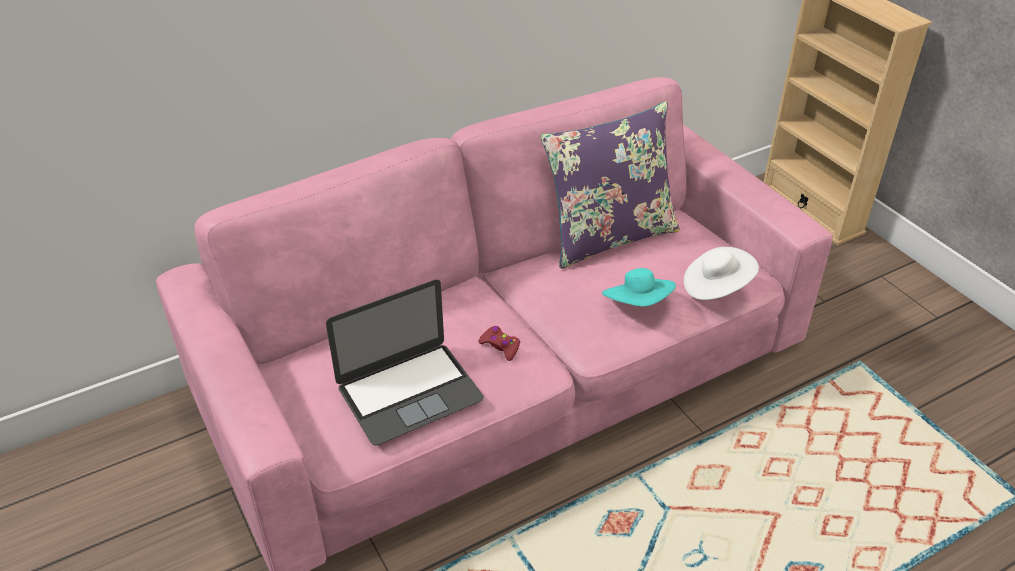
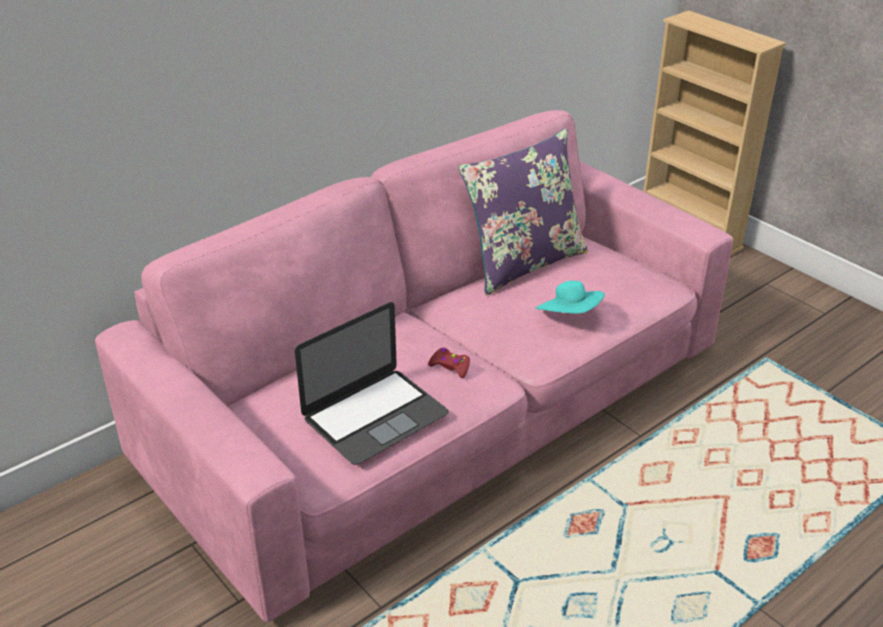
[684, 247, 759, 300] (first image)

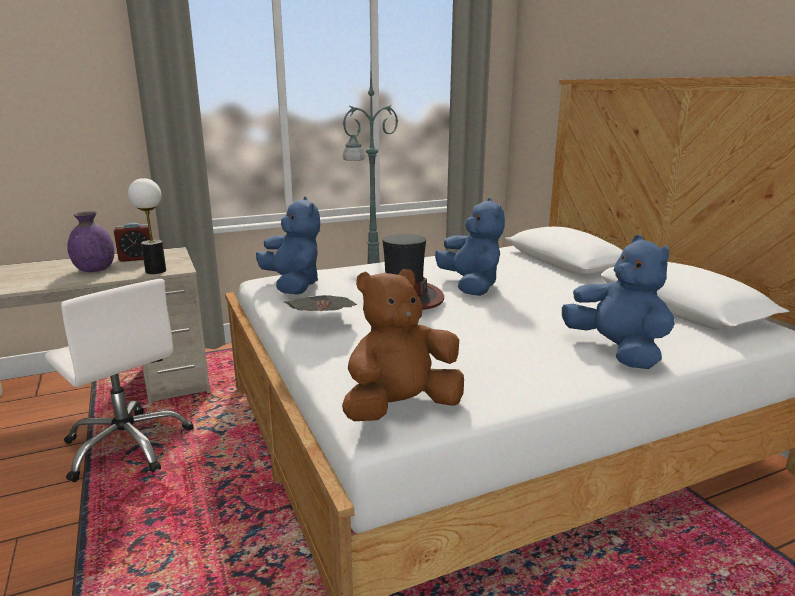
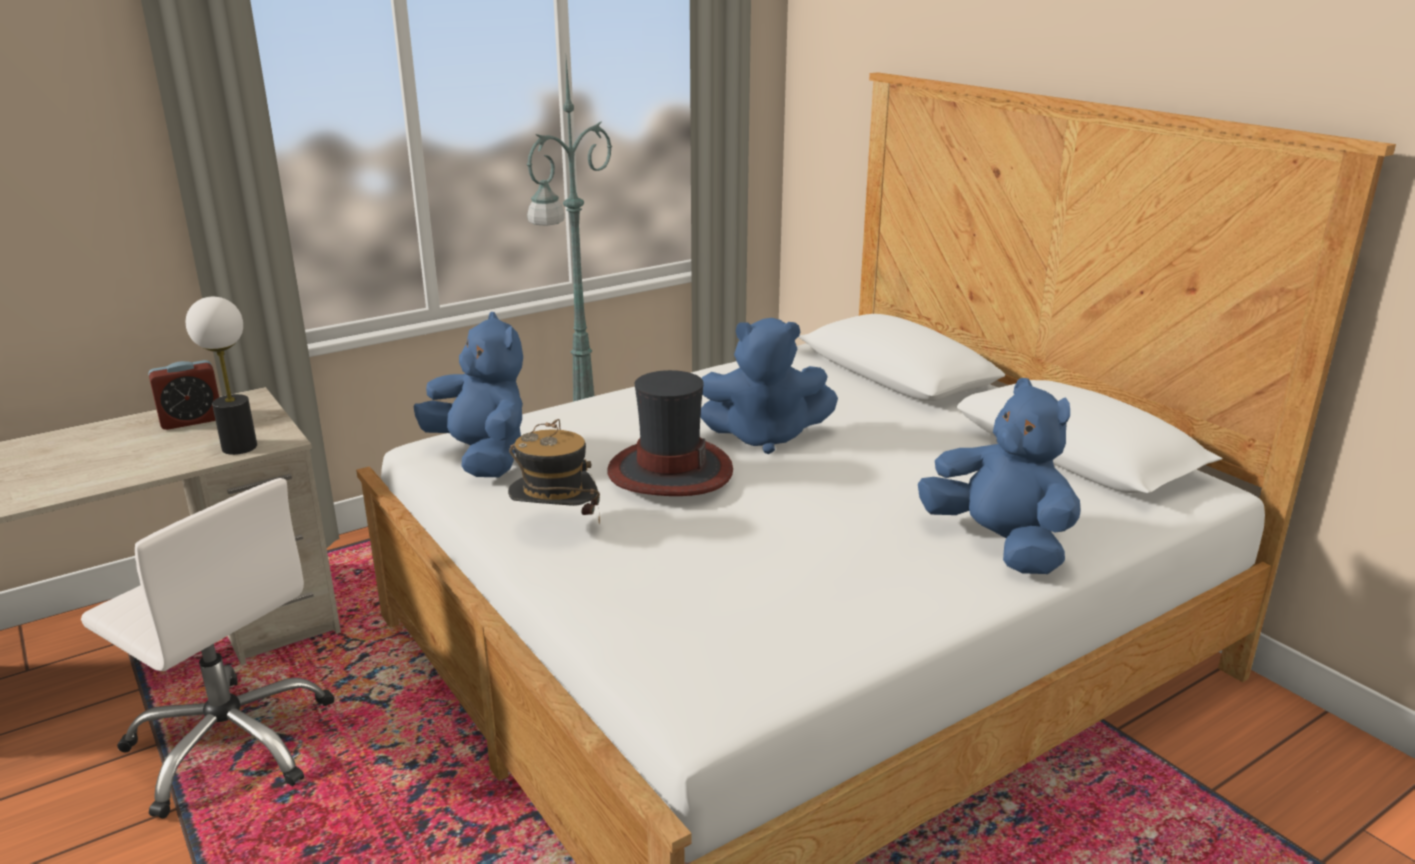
[700, 318, 838, 454]
[67, 211, 115, 272] (first image)
[342, 269, 464, 421] (first image)
[508, 419, 600, 524]

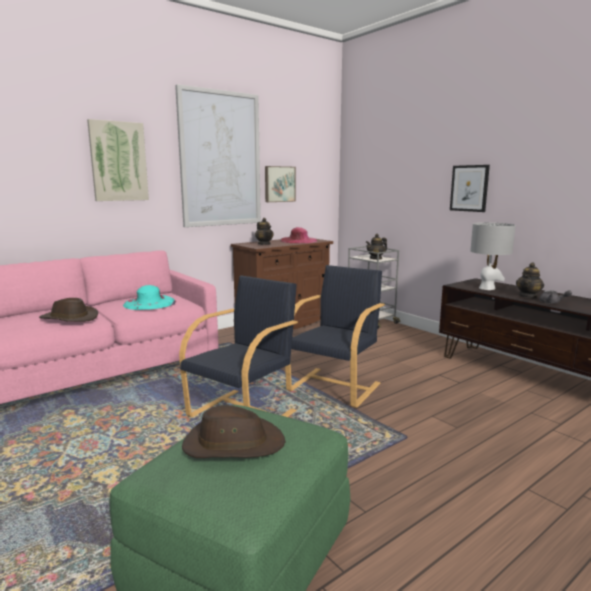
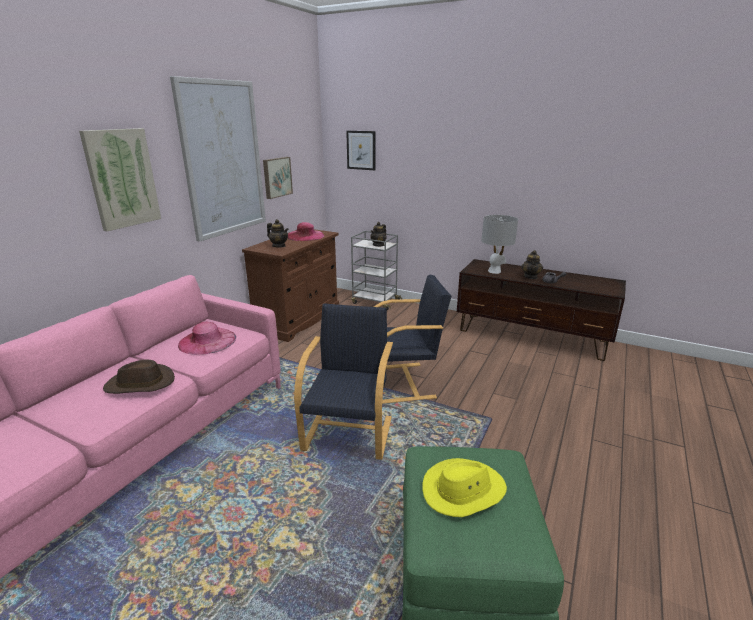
[346, 131, 376, 170]
[374, 275, 451, 404]
[178, 322, 236, 355]
[422, 458, 507, 517]

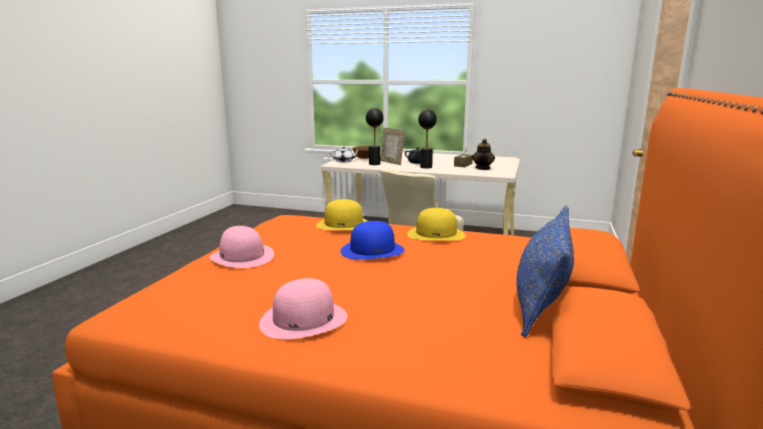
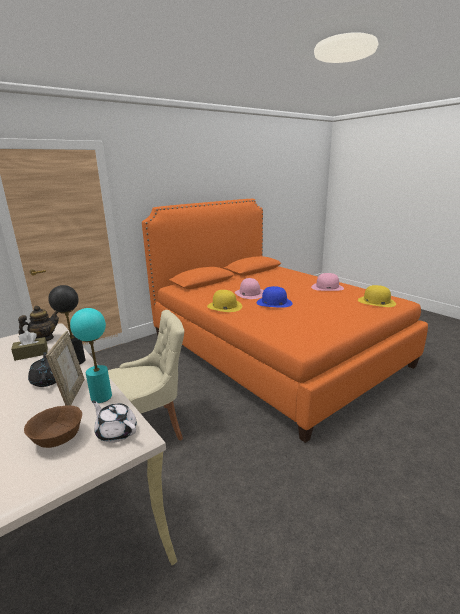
[70, 308, 112, 403]
[358, 285, 396, 307]
[516, 206, 574, 337] (first image)
[235, 278, 264, 299]

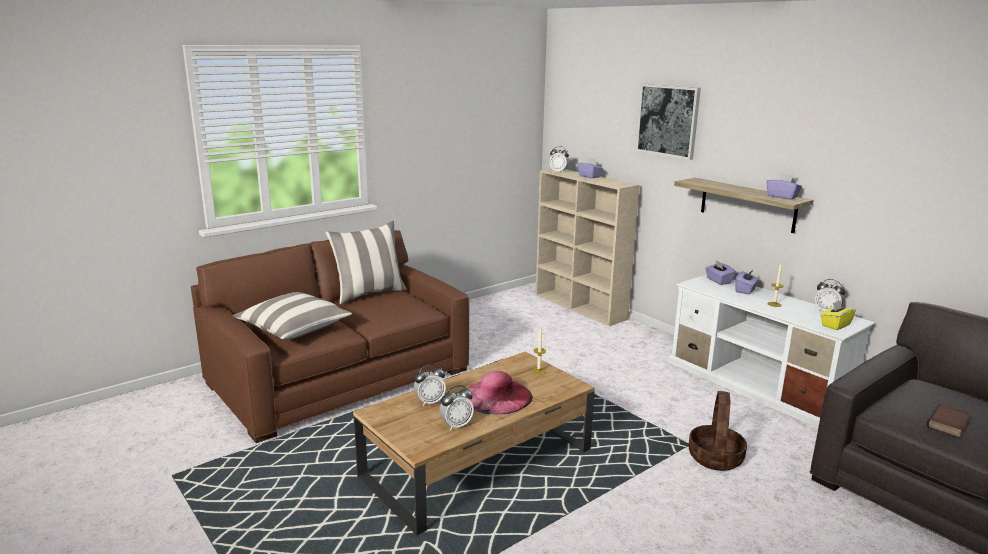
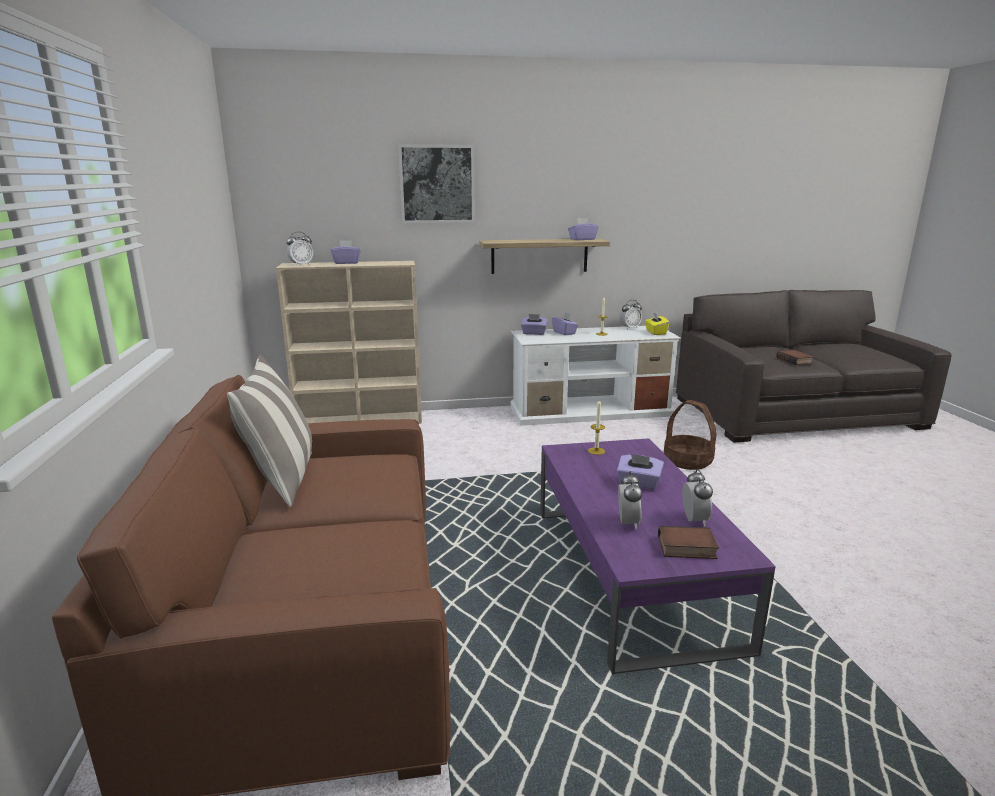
[233, 292, 352, 339] (first image)
[540, 438, 776, 674]
[617, 454, 664, 490]
[658, 526, 719, 559]

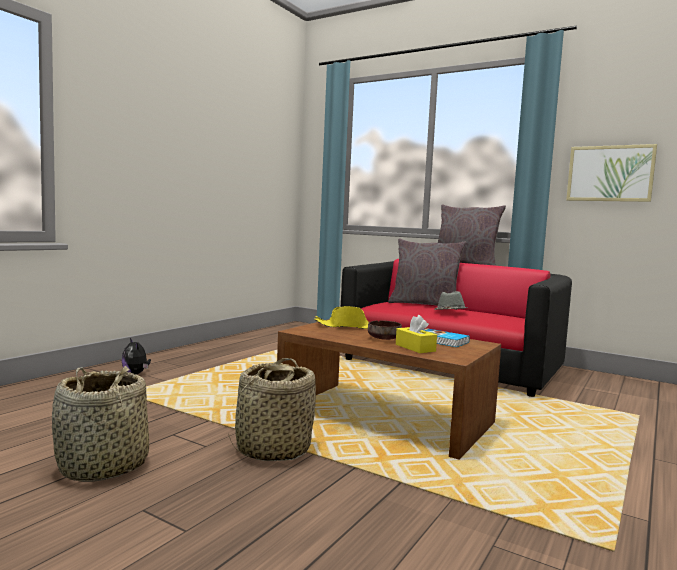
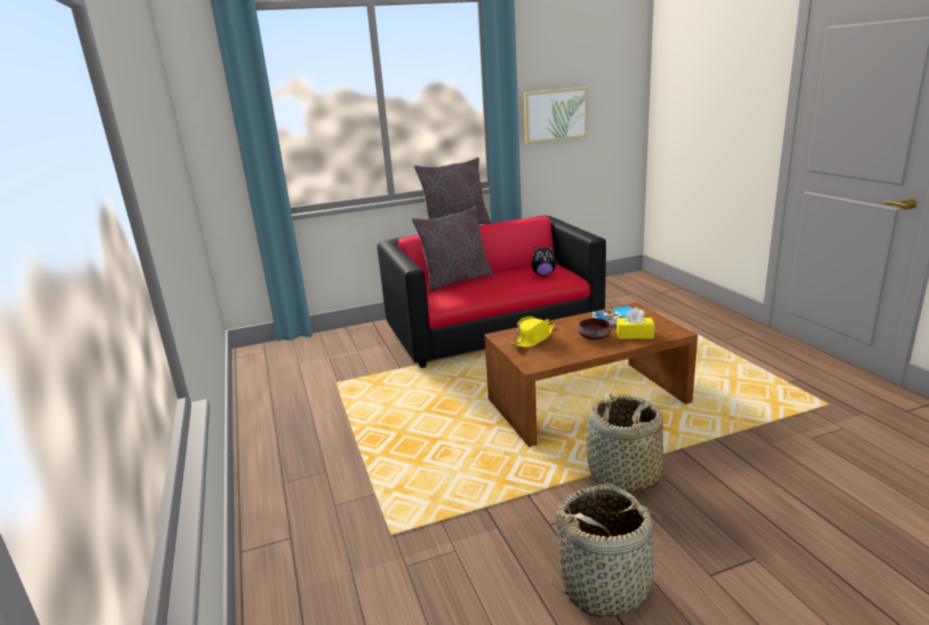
[434, 291, 468, 310] (first image)
[531, 245, 557, 276]

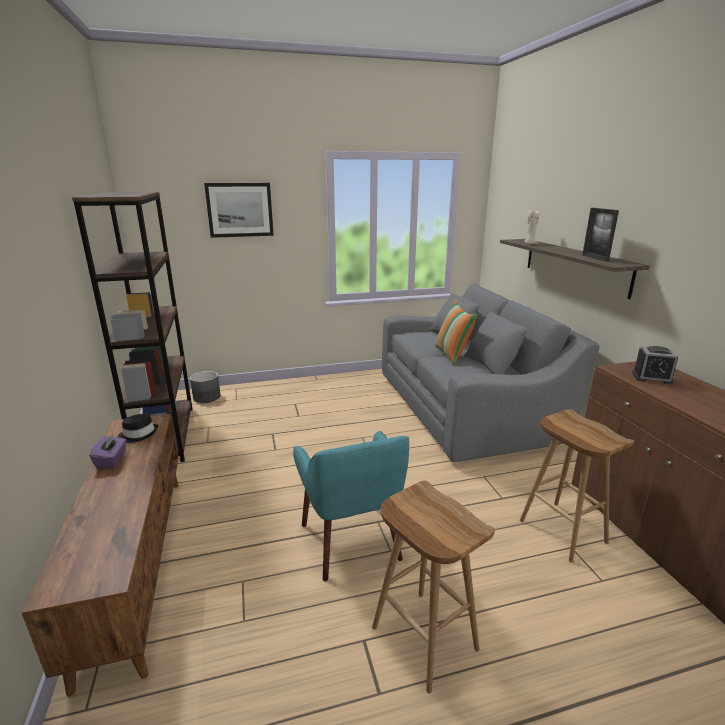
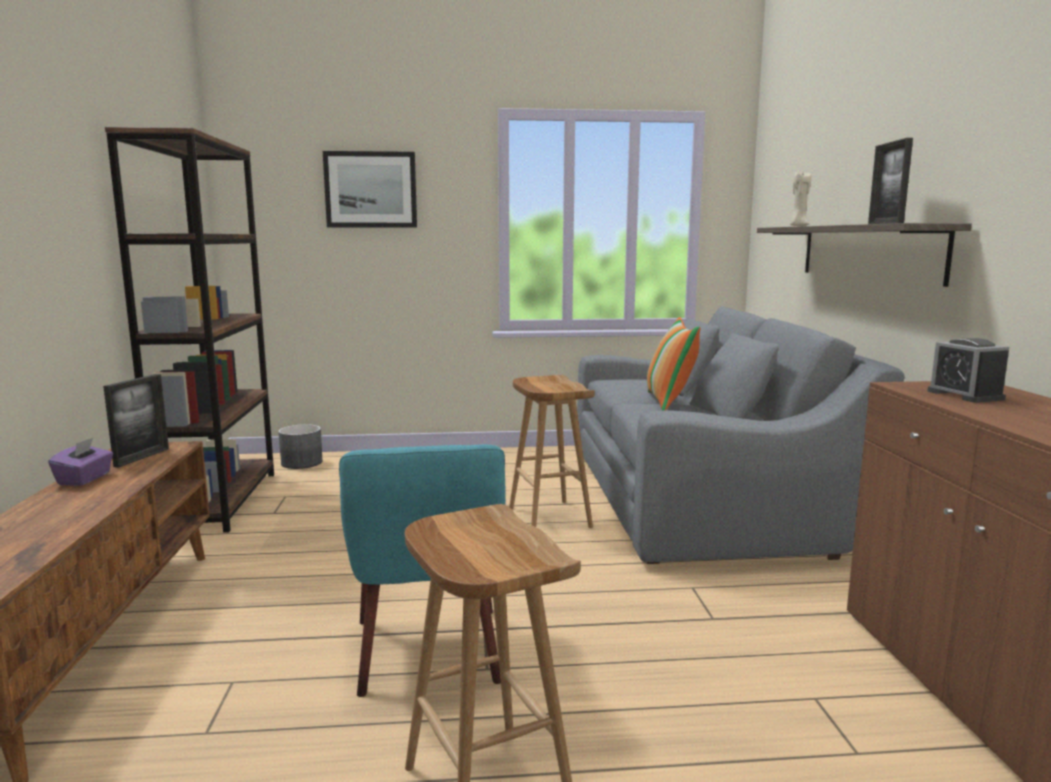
[928, 338, 1009, 403]
[509, 375, 595, 528]
[103, 374, 169, 468]

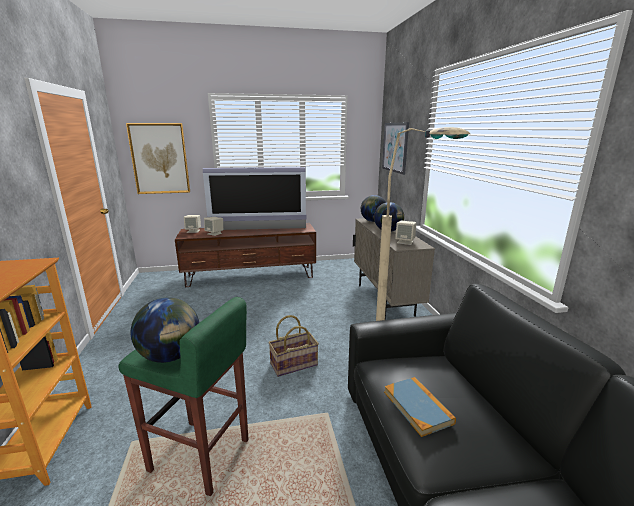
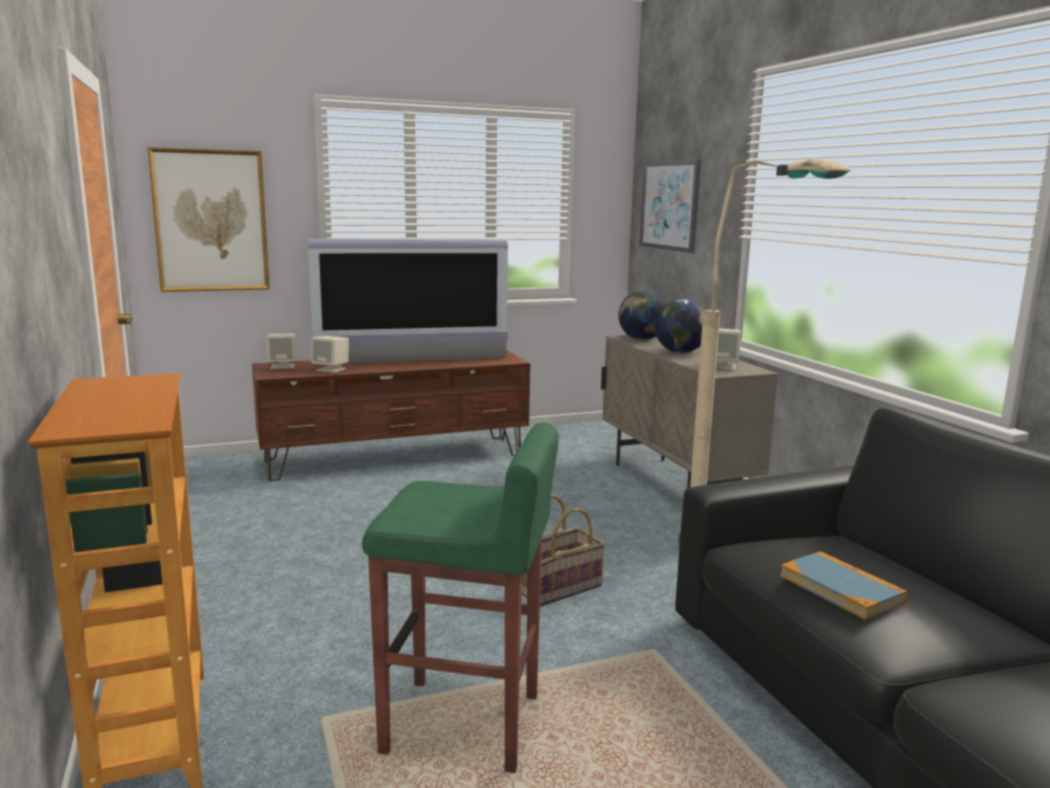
[131, 297, 199, 363] (first image)

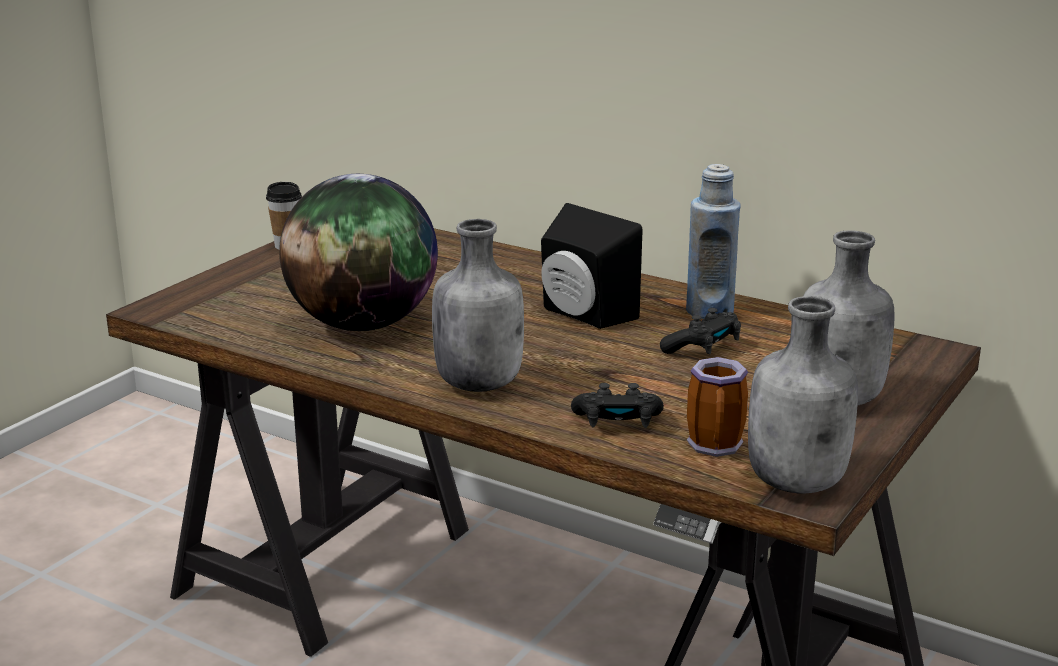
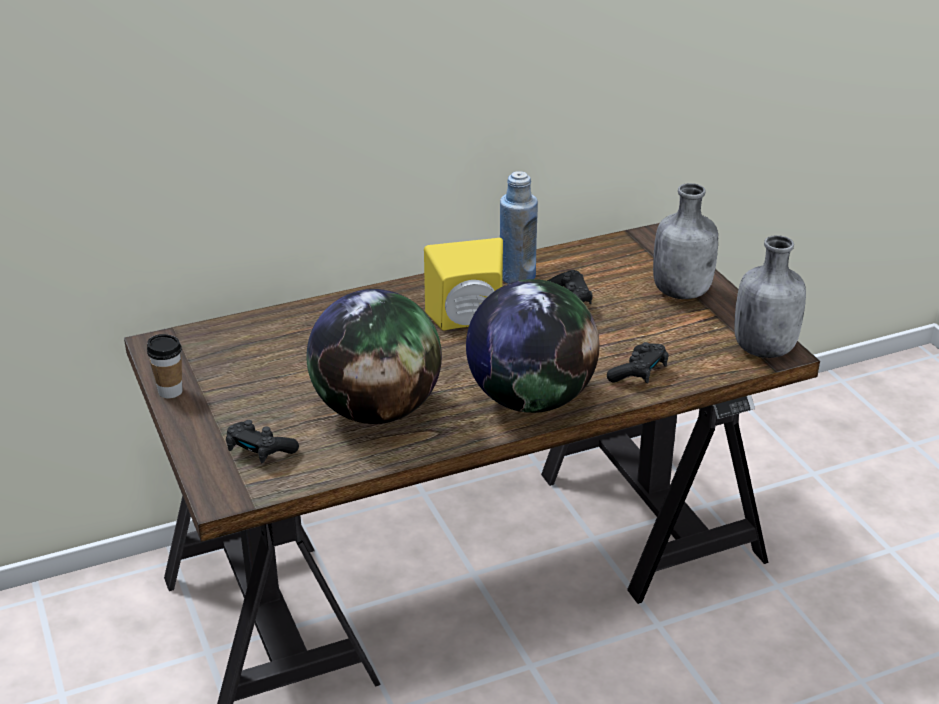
[424, 238, 503, 330]
[466, 279, 599, 413]
[687, 357, 748, 457] (first image)
[226, 420, 299, 463]

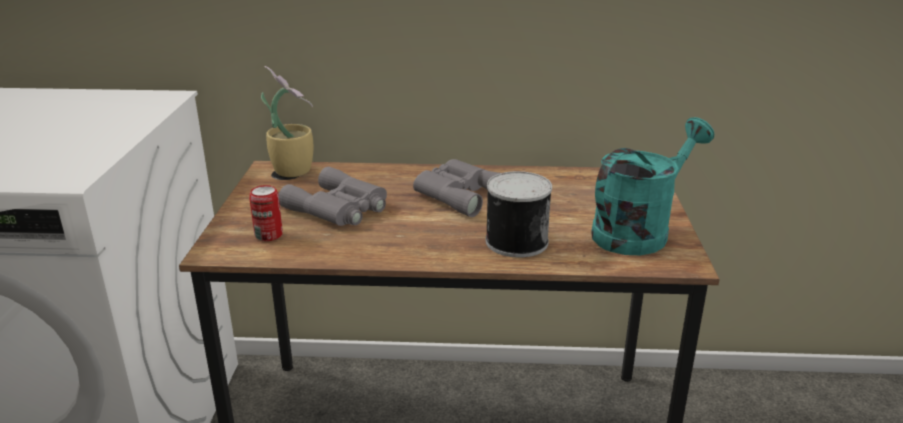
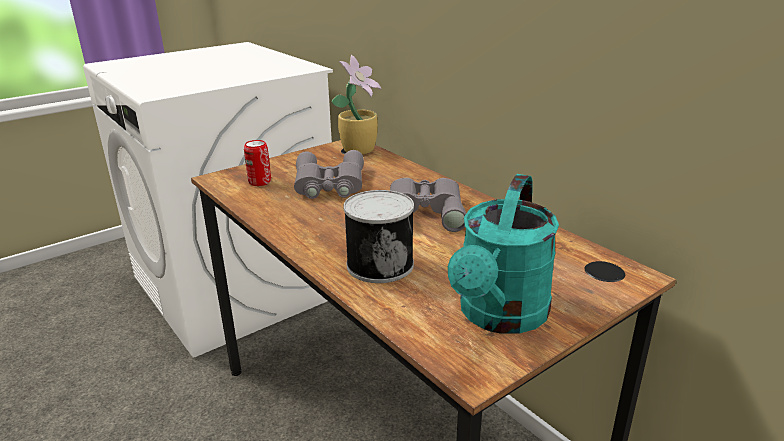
[448, 174, 559, 334]

